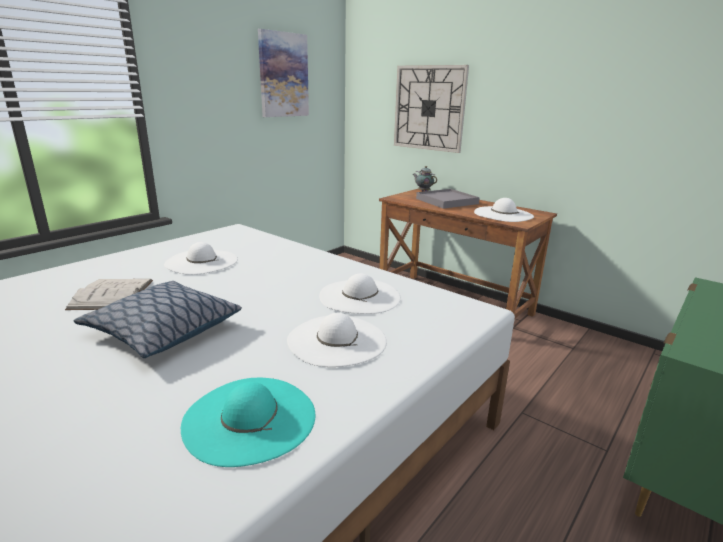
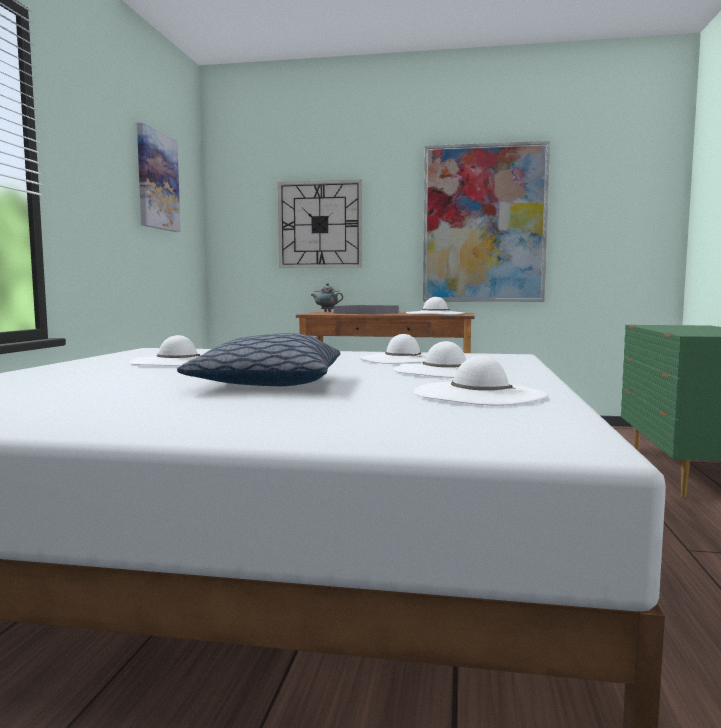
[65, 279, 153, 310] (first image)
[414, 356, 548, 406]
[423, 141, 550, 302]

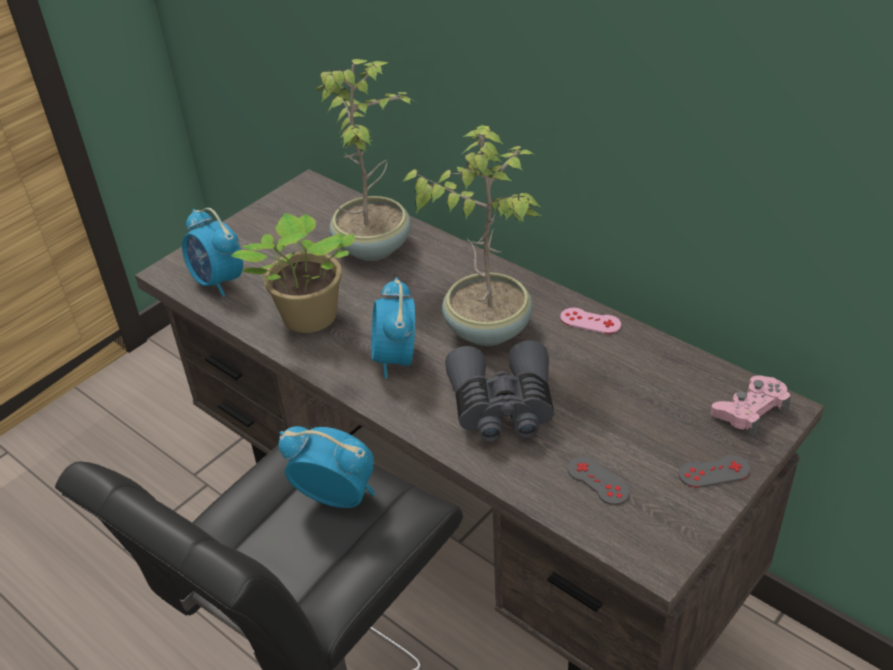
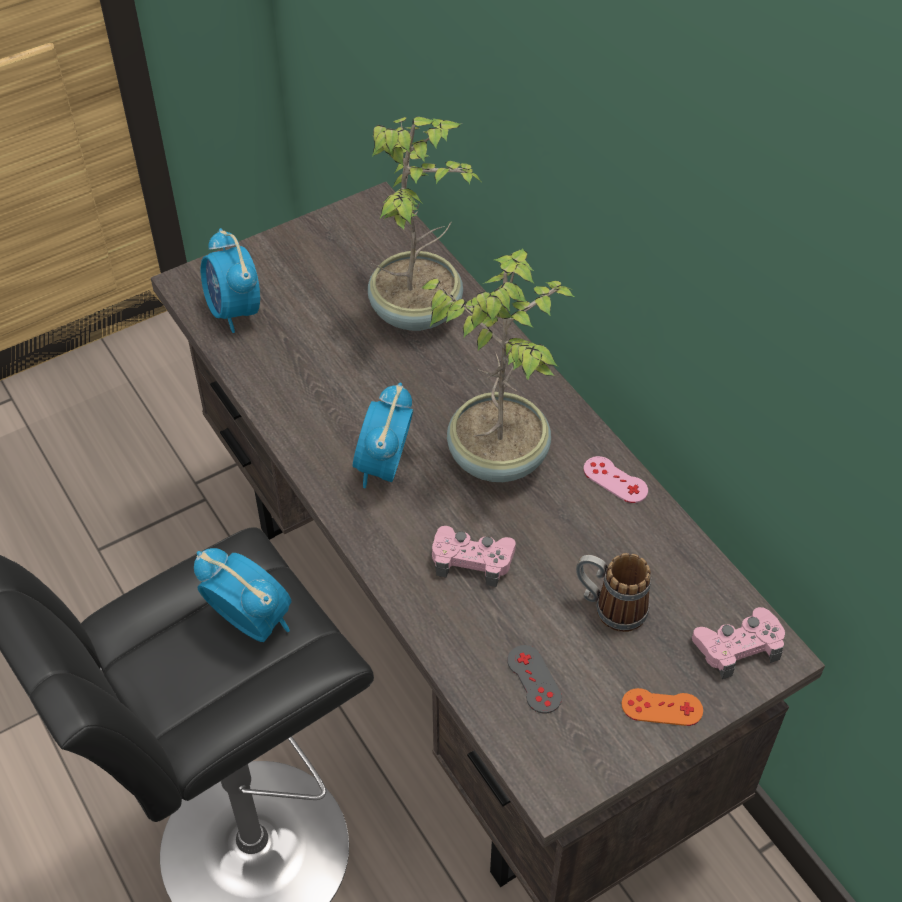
[231, 213, 355, 333] (first image)
[432, 526, 516, 587]
[622, 688, 703, 726]
[576, 553, 651, 632]

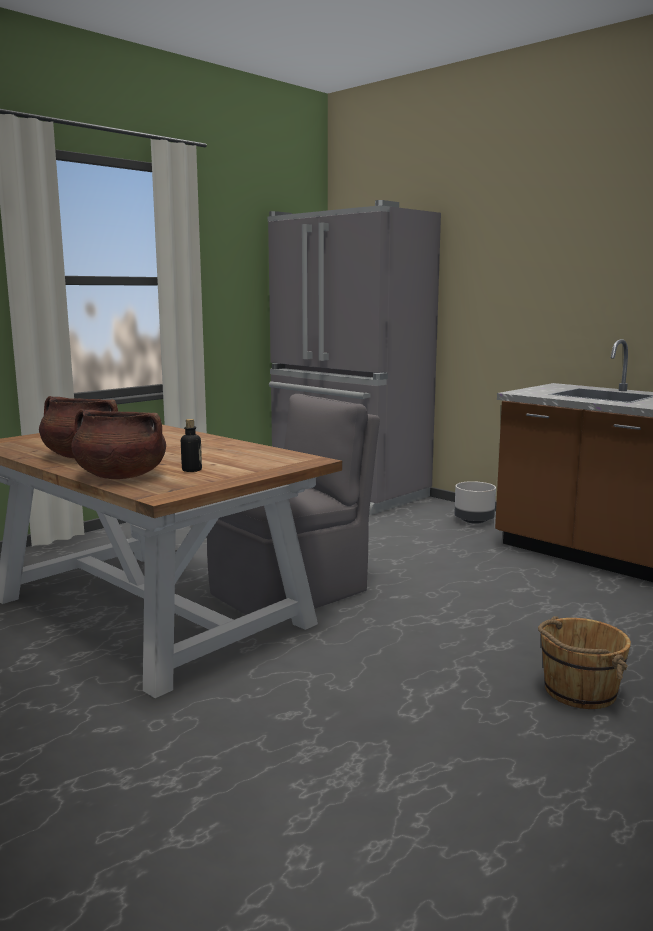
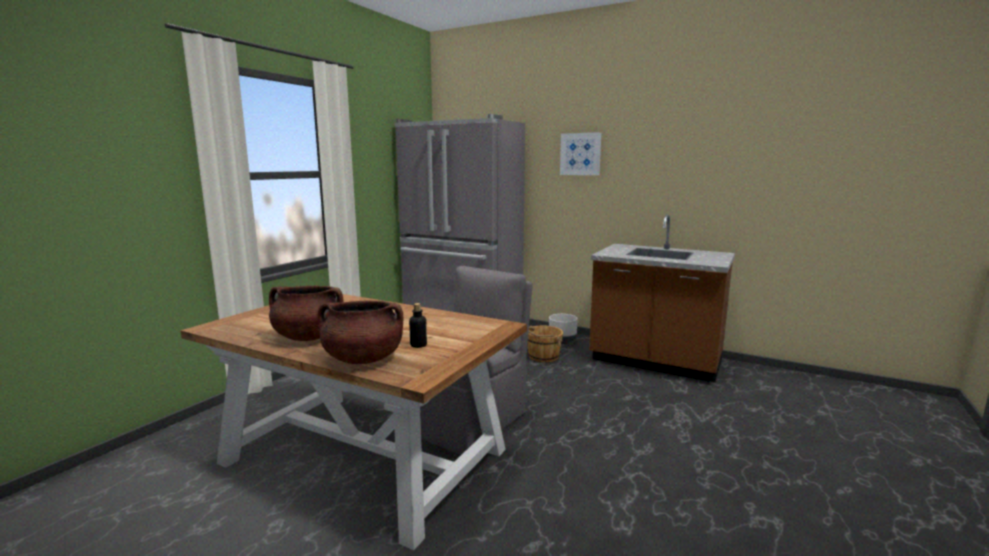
[527, 326, 563, 362]
[560, 132, 601, 175]

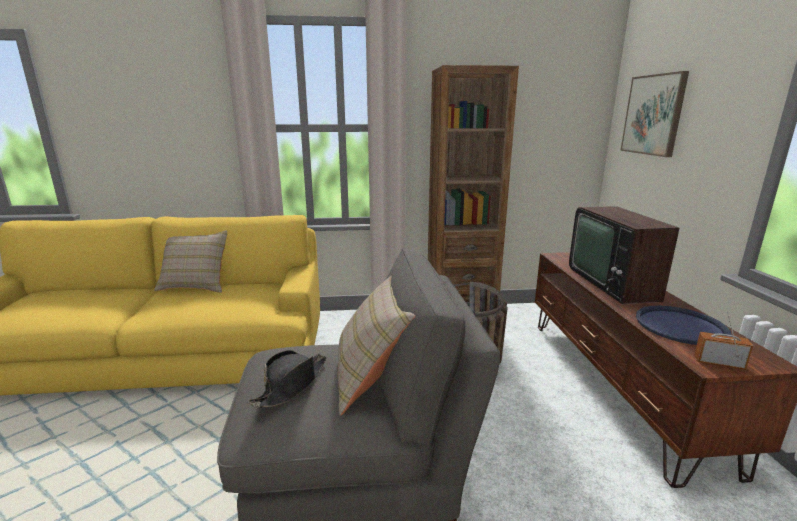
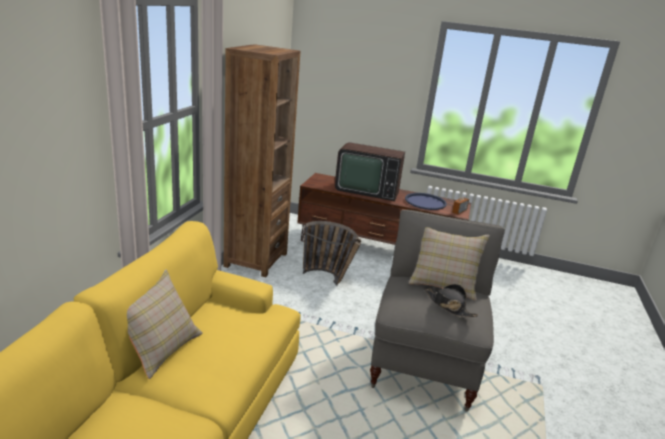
[620, 71, 689, 157] (first image)

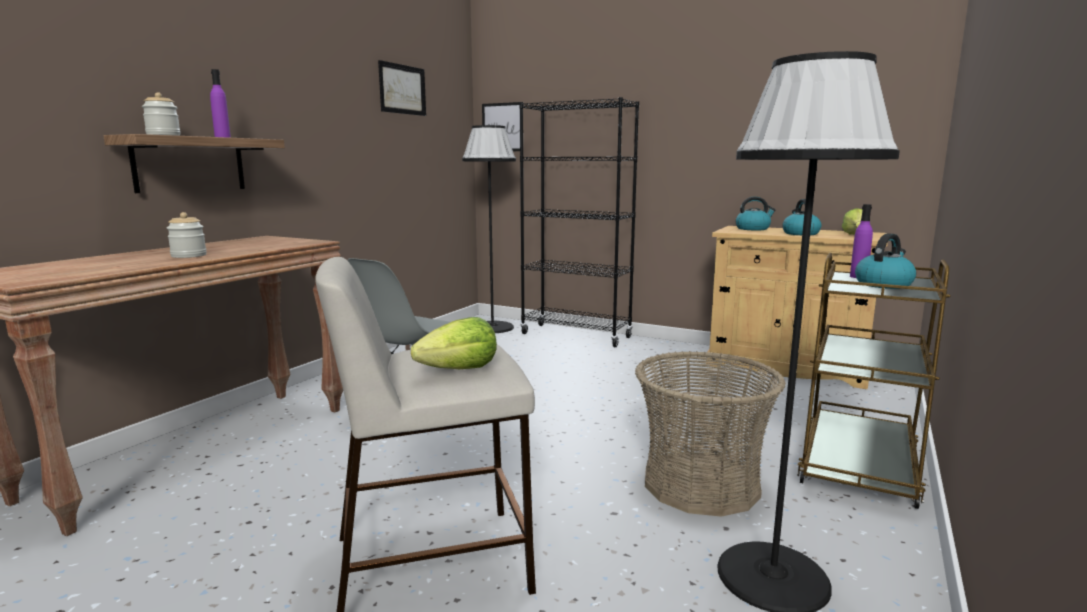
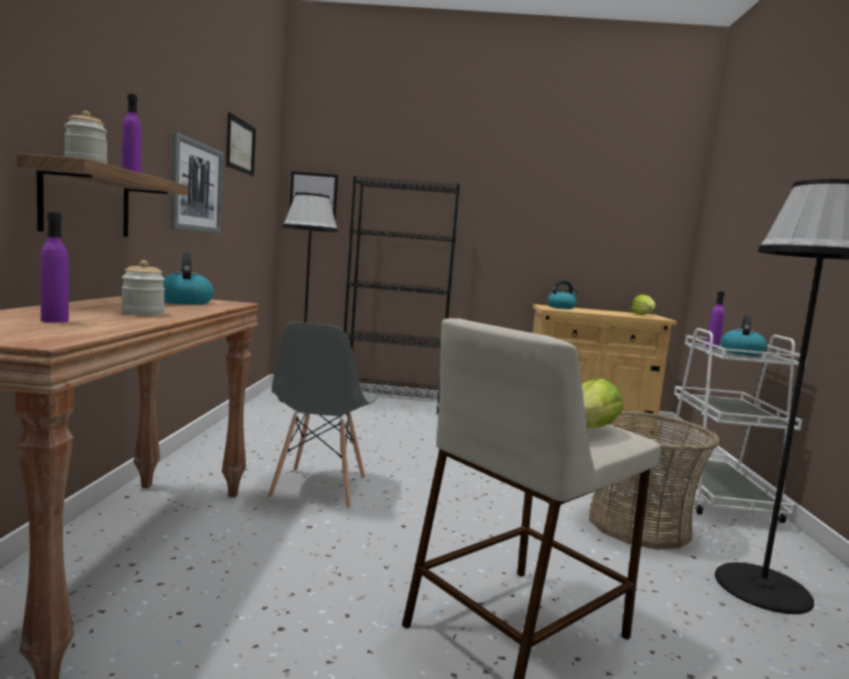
[163, 252, 214, 305]
[661, 328, 807, 523]
[170, 132, 223, 234]
[40, 212, 69, 323]

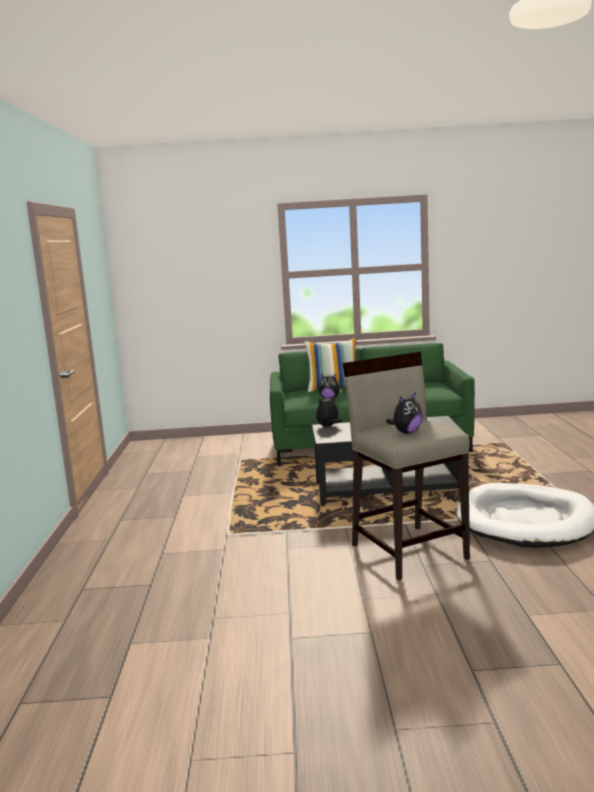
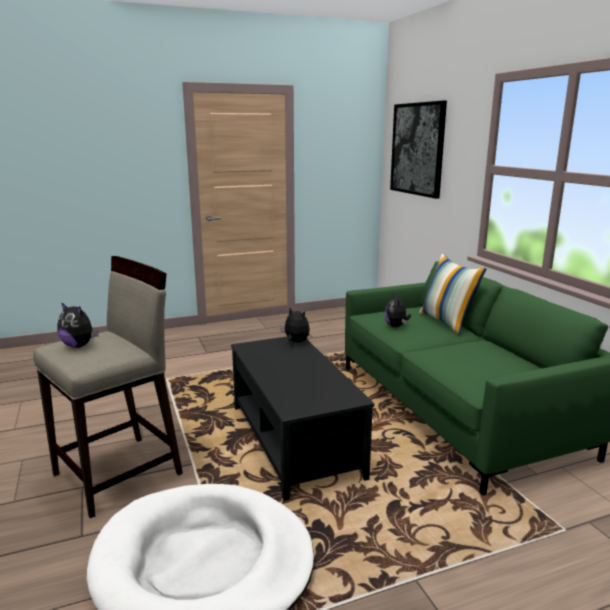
[390, 101, 447, 199]

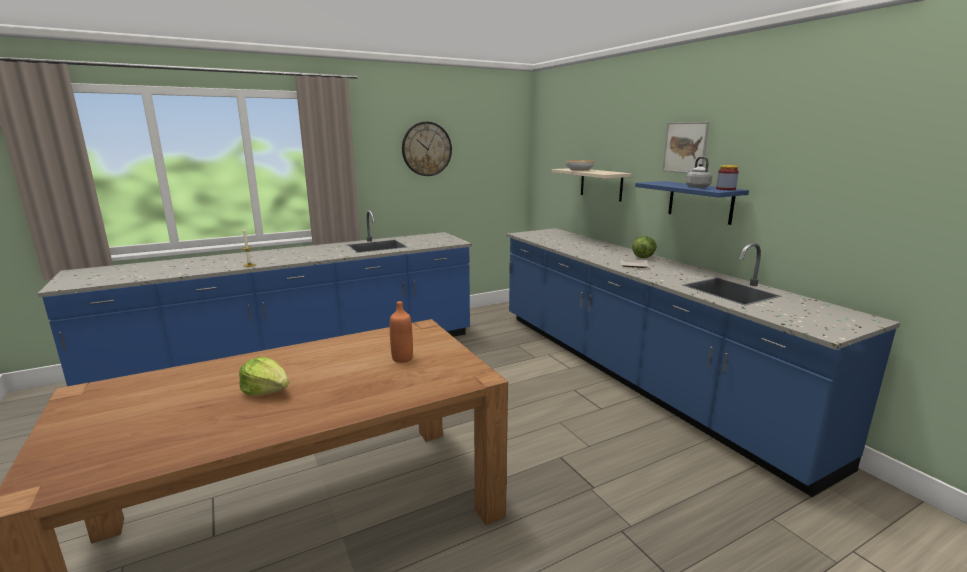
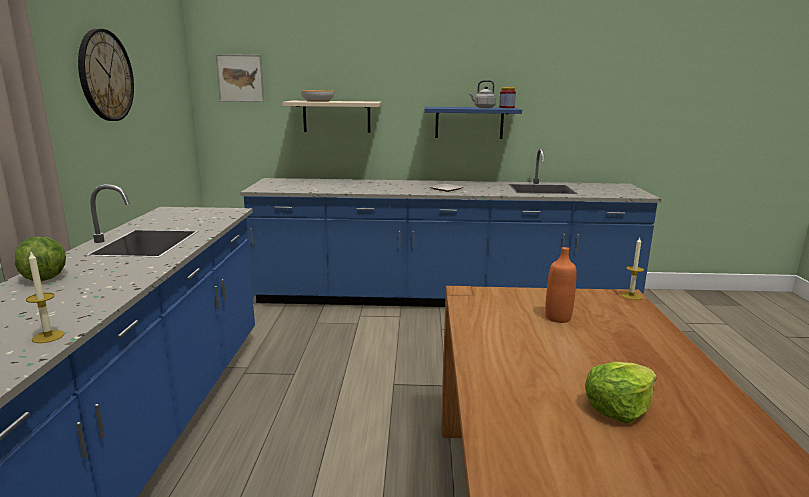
[216, 54, 264, 102]
[15, 236, 66, 281]
[621, 238, 644, 300]

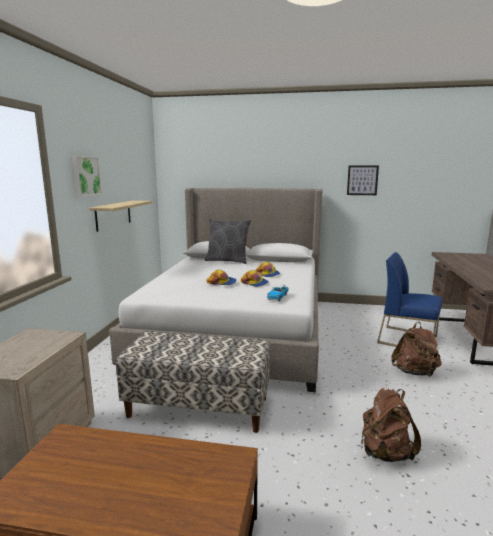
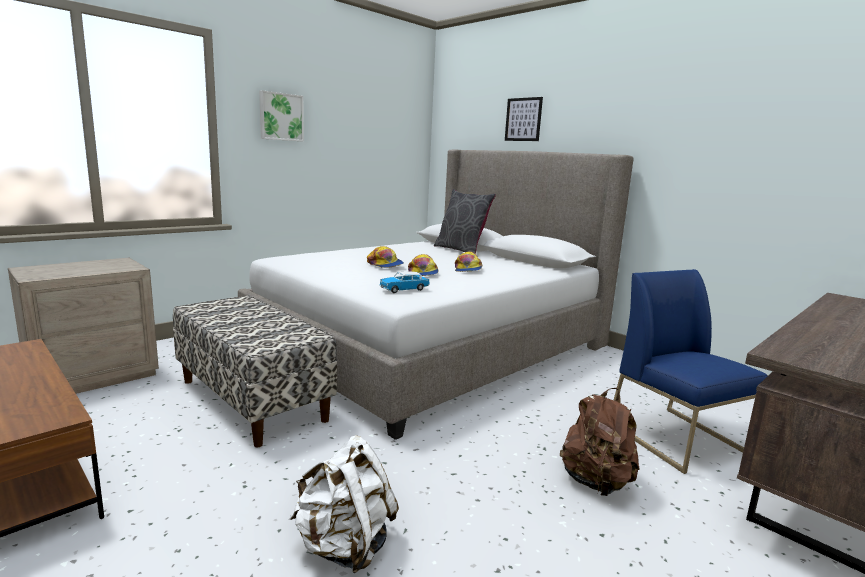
[505, 97, 543, 141]
[89, 201, 152, 232] (first image)
[289, 435, 399, 573]

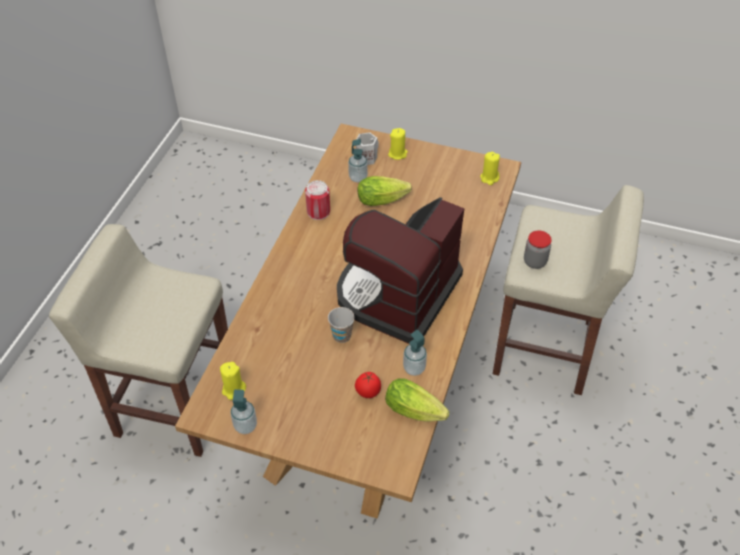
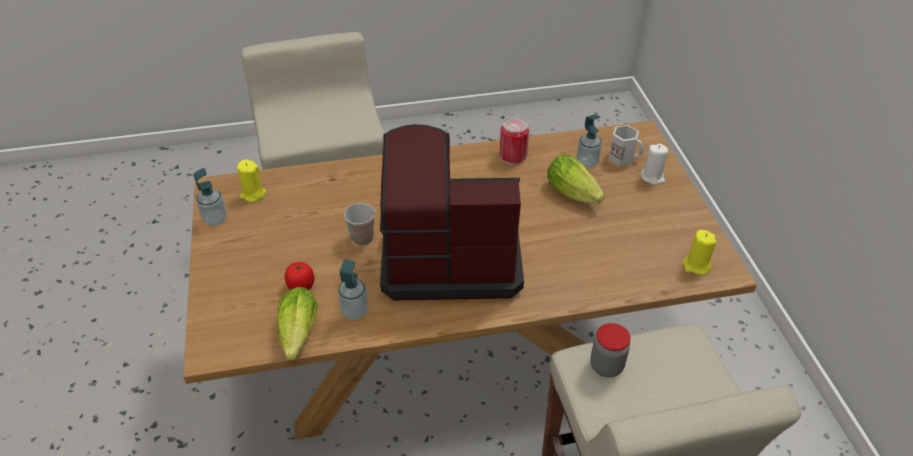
[641, 144, 668, 185]

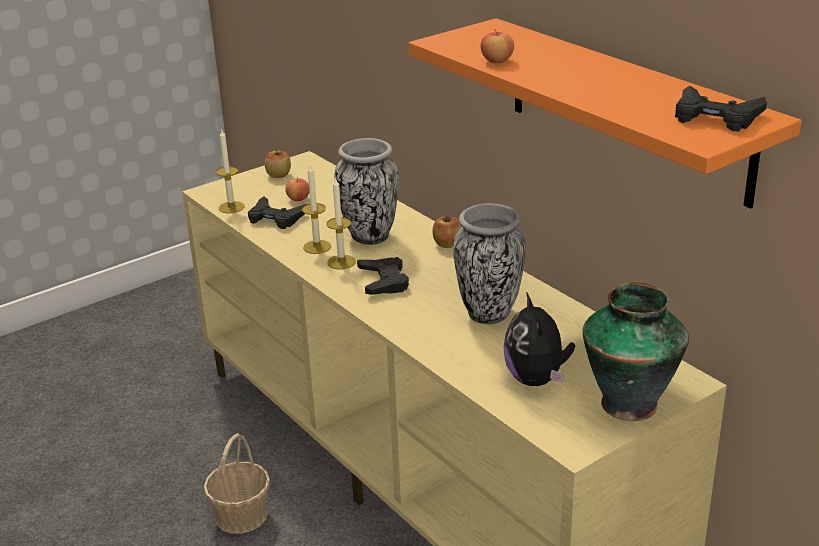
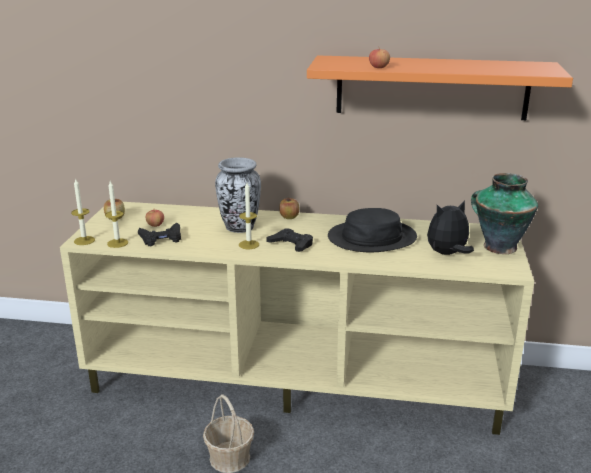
[675, 86, 767, 131] (first image)
[71, 178, 95, 245]
[328, 208, 417, 252]
[427, 200, 474, 255]

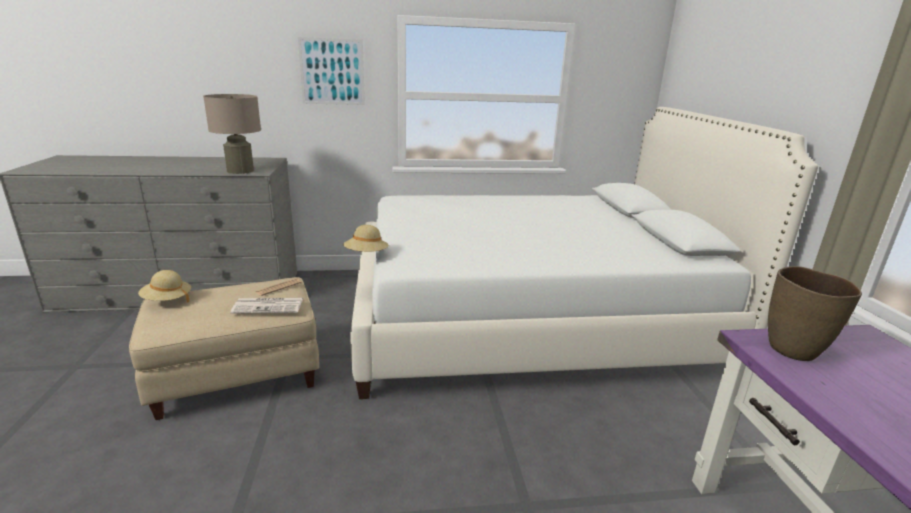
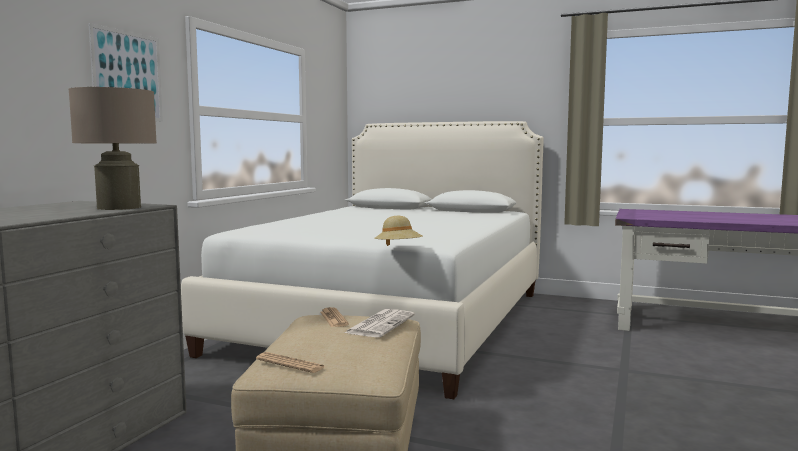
[768, 266, 862, 361] (first image)
[256, 352, 325, 373]

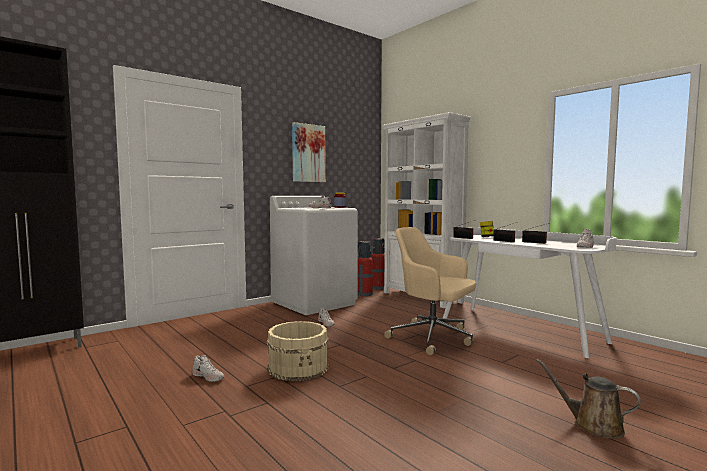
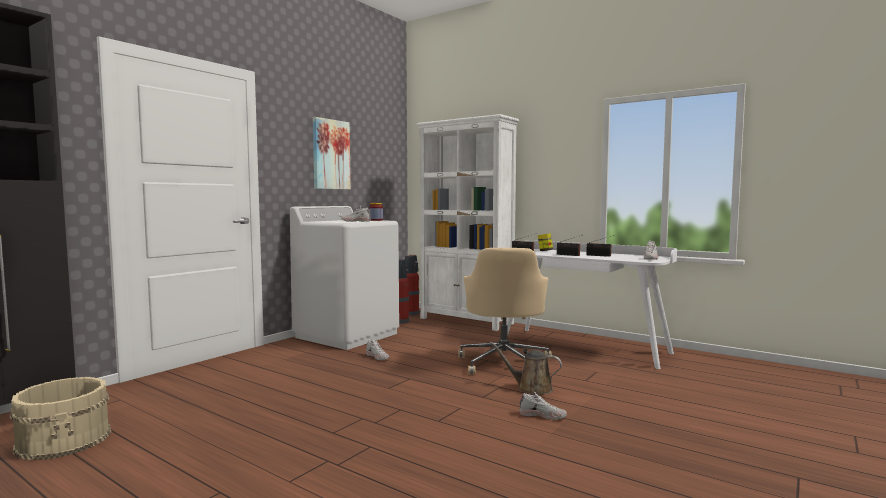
[458, 248, 552, 375]
[10, 377, 111, 460]
[520, 392, 567, 420]
[490, 342, 562, 395]

